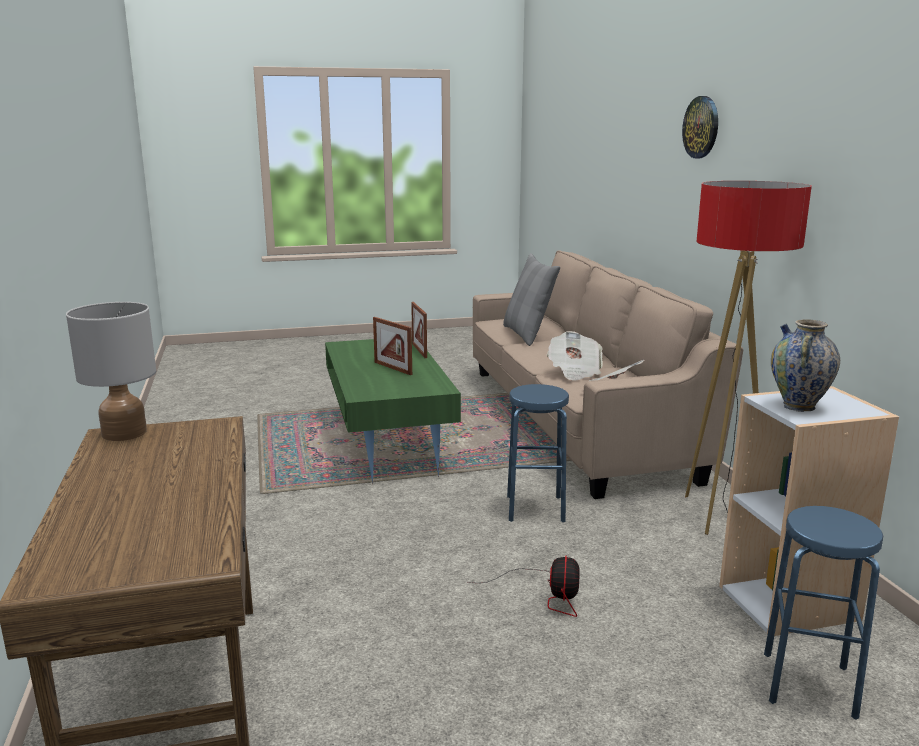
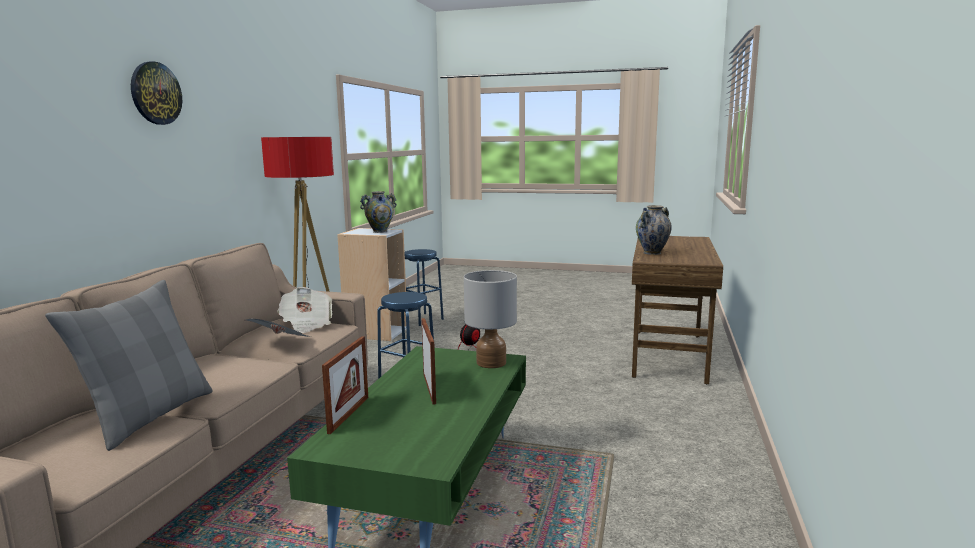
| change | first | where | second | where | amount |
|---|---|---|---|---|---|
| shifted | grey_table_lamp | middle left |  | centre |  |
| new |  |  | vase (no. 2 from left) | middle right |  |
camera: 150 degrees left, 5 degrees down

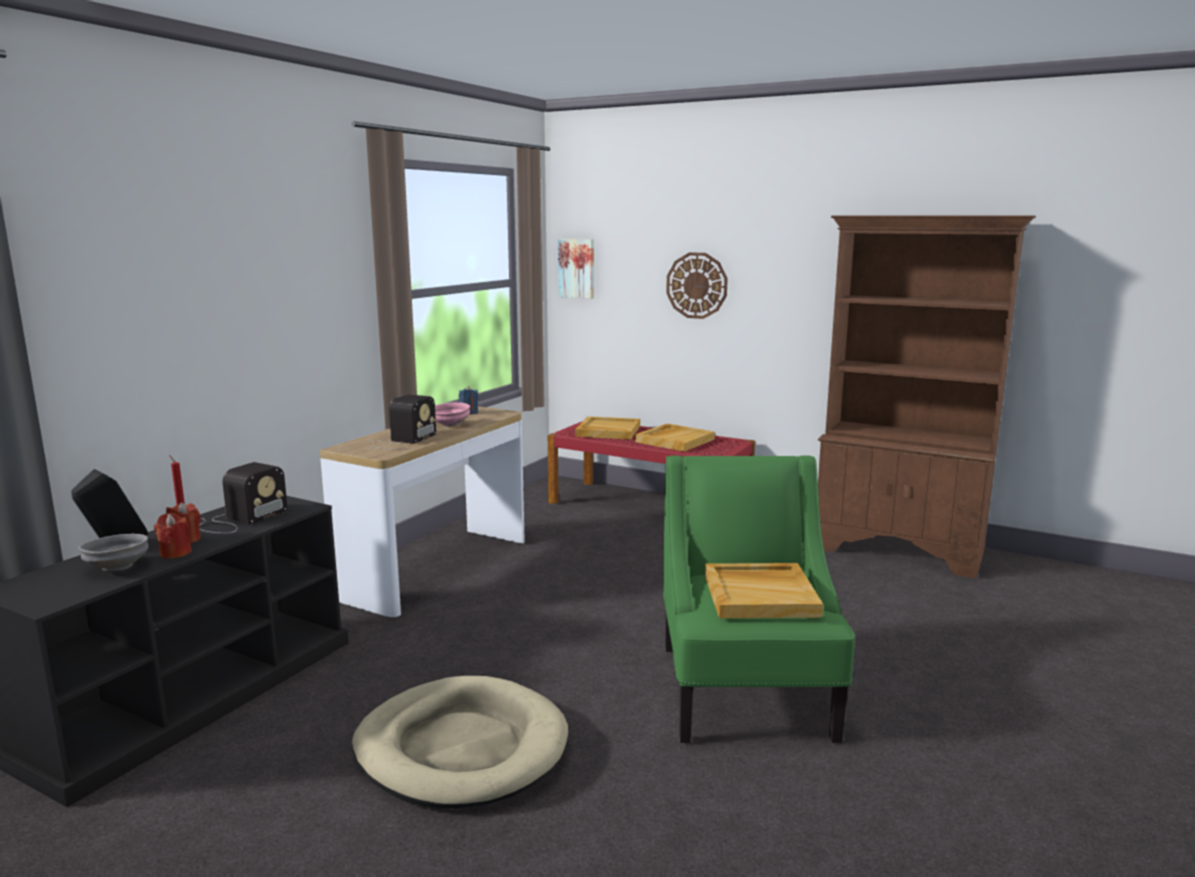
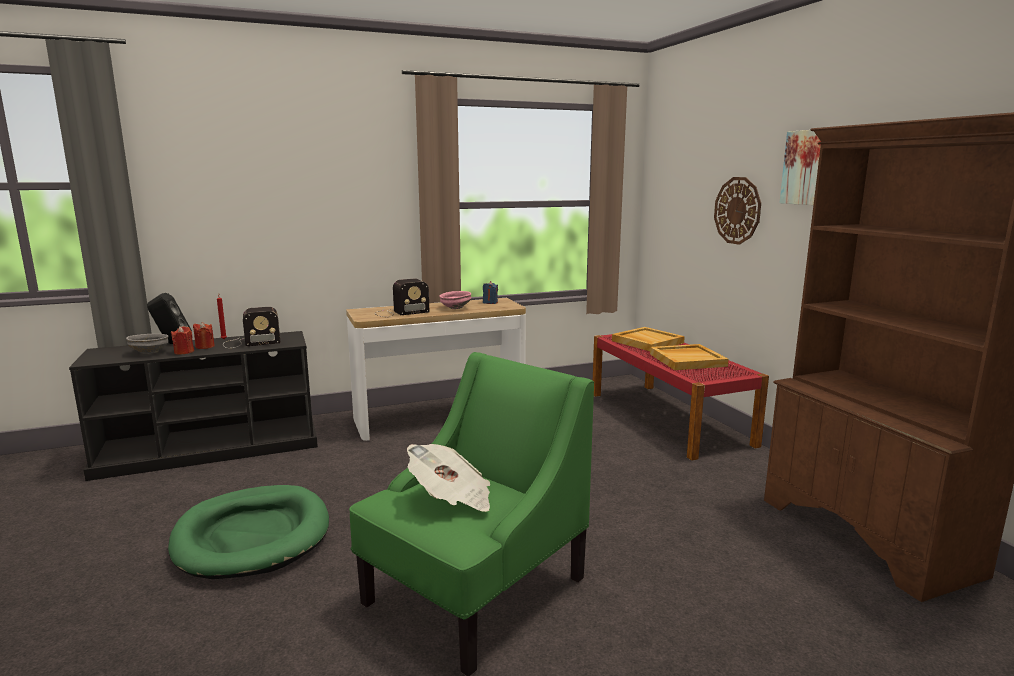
| change | first | where | second | where | amount |
|---|---|---|---|---|---|
| repainted | beige_dog_bed | bottom centre | green_dog_bed | bottom left |  |
| shifted | picture | top centre |  | top right |  |
| swapped | beige_tray (no. 3 from left) | bottom centre | newspaper | bottom centre |  |
camera: 40 degrees right, 0 degrees up

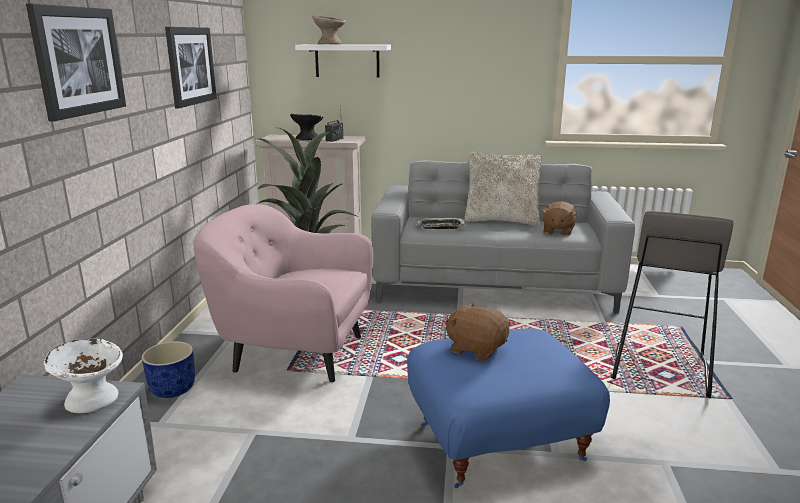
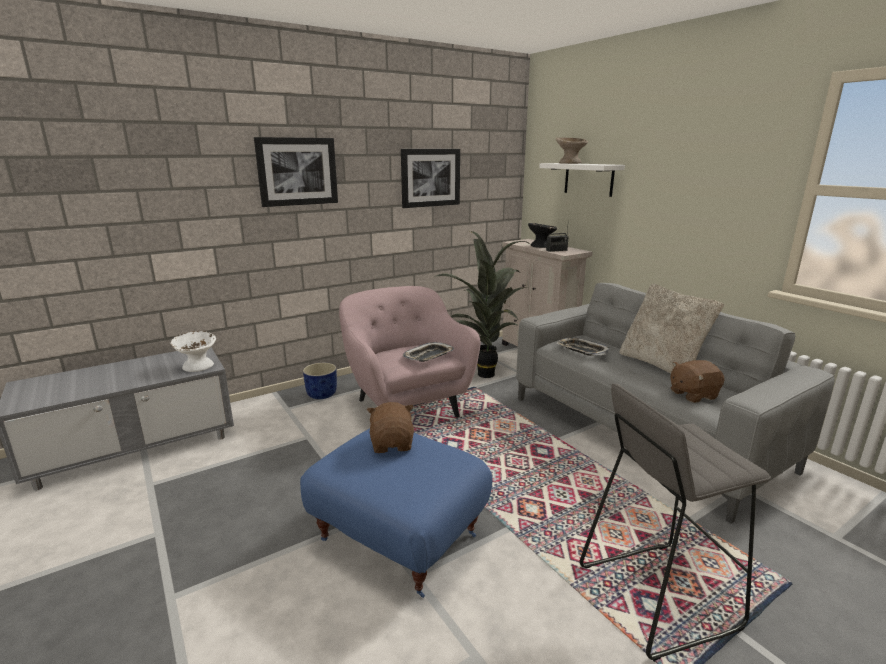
| change | first | where | second | where | amount |
|---|---|---|---|---|---|
| new |  |  | tray (no. 1 from left) | centre |  |
camera: 50 degrees right, 0 degrees up

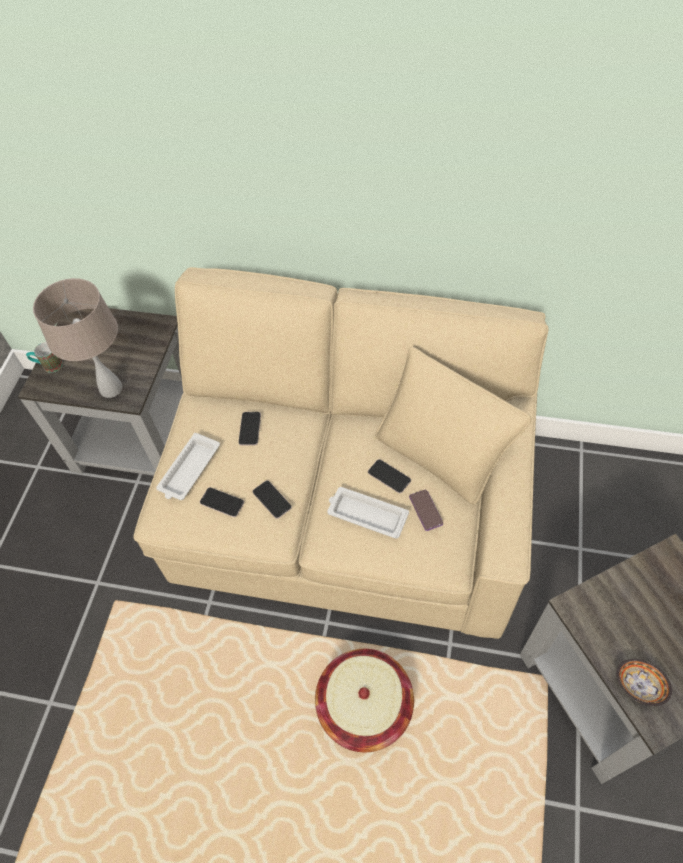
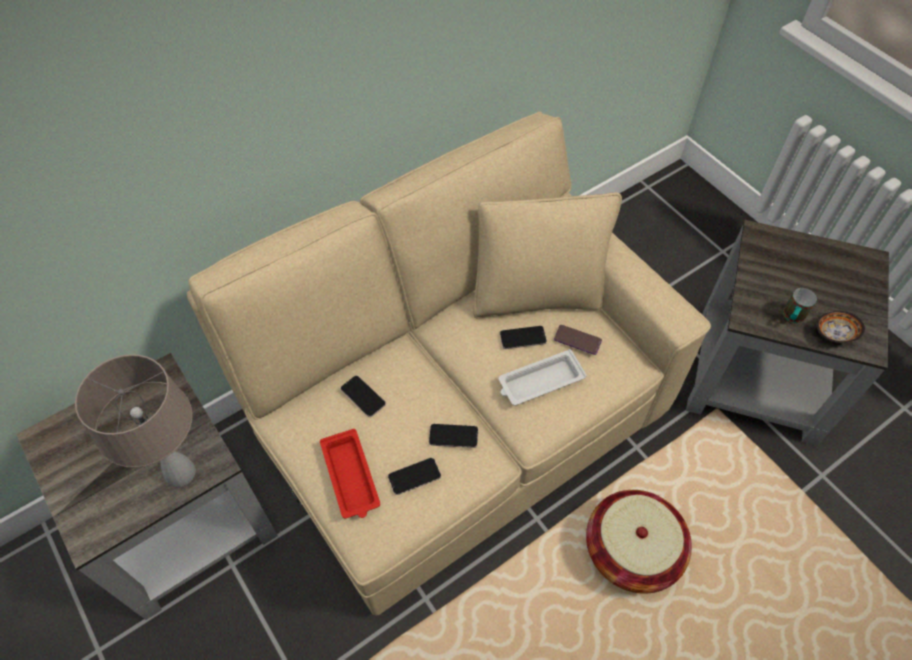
| change | first | where | second | where | amount |
|---|---|---|---|---|---|
| shifted | mug | middle left |  | middle right |  |
| repainted | white_tray (no. 1 from left) | middle left | red_tray | bottom centre |  |
camera: 50 degrees left, 0 degrees up

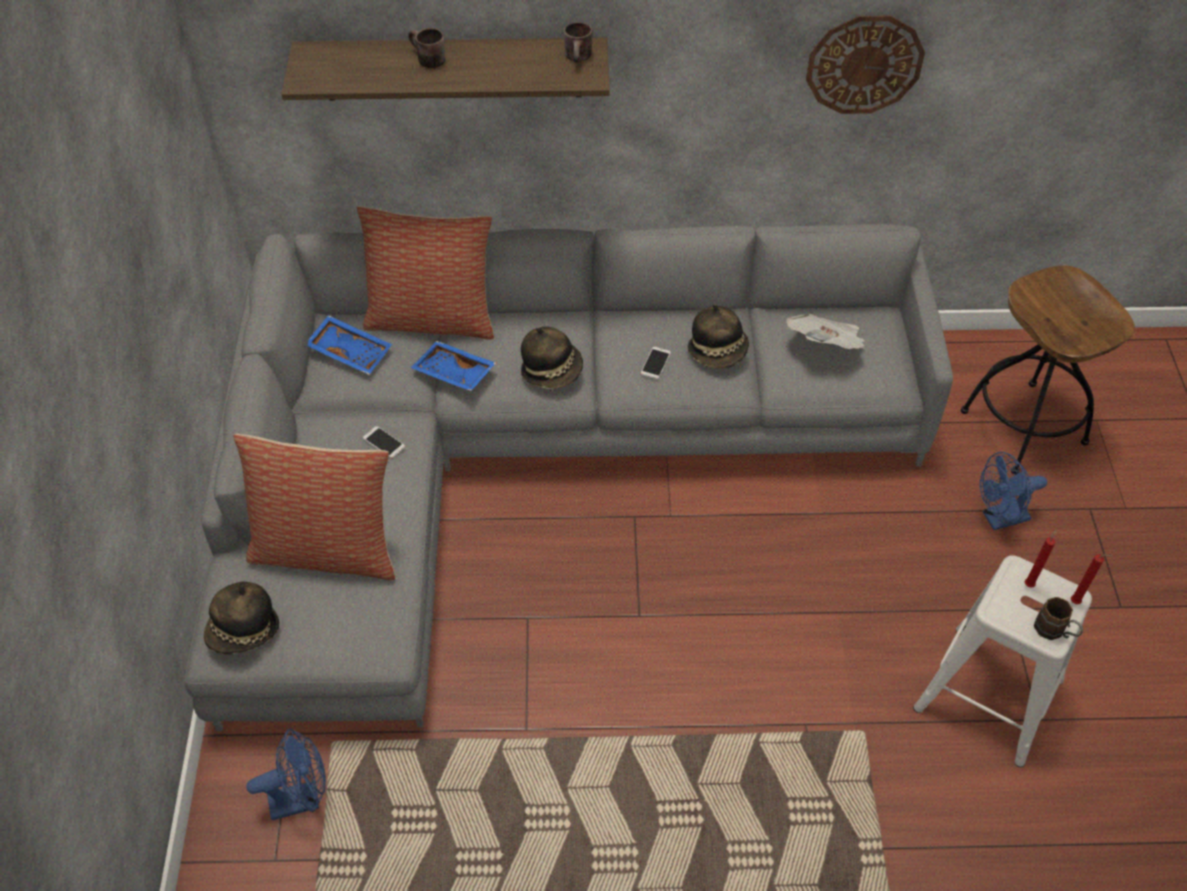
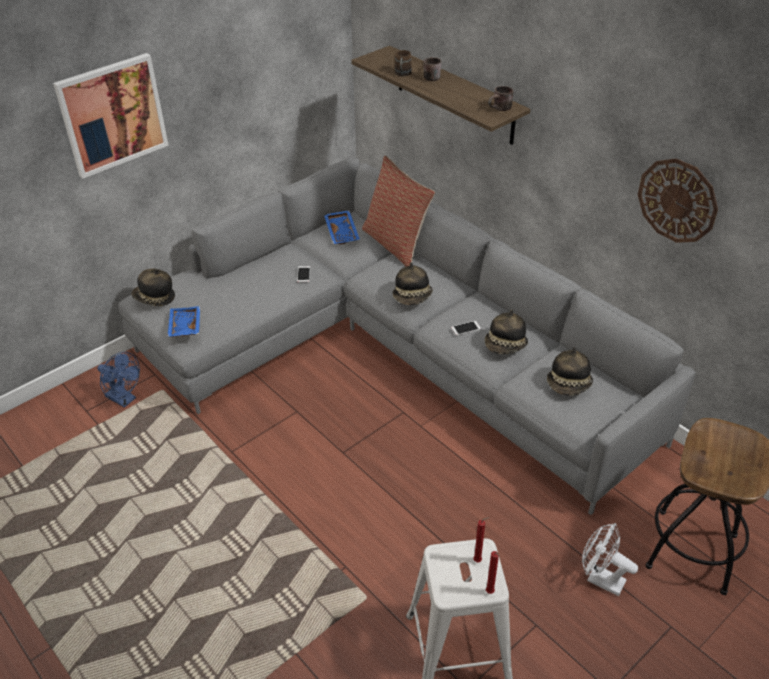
| change | first | where | second | where | amount |
|---|---|---|---|---|---|
| gone | pillow (no. 1 from left) | middle left |  |  |  |
| shifted | blue_tray (no. 2 from left in the first image) | centre | blue_tray (no. 1 from left) | middle left |  |
| swapped | newspaper | middle right | hat (no. 4 from left) | middle right |  |
| repainted | blue_fan (no. 2 from left) | middle right | white_fan | bottom right |  |
| shifted | brown_mug (no. 3 from left in the first image) | bottom right | brown_mug (no. 1 from left) | top centre |  |
| new |  |  | picture | top left |  |
camera: 50 degrees right, 10 degrees down

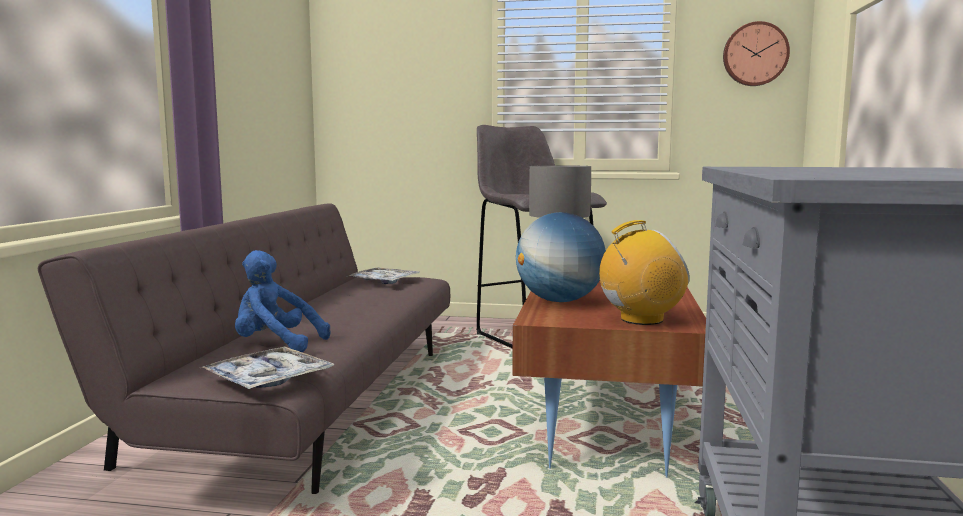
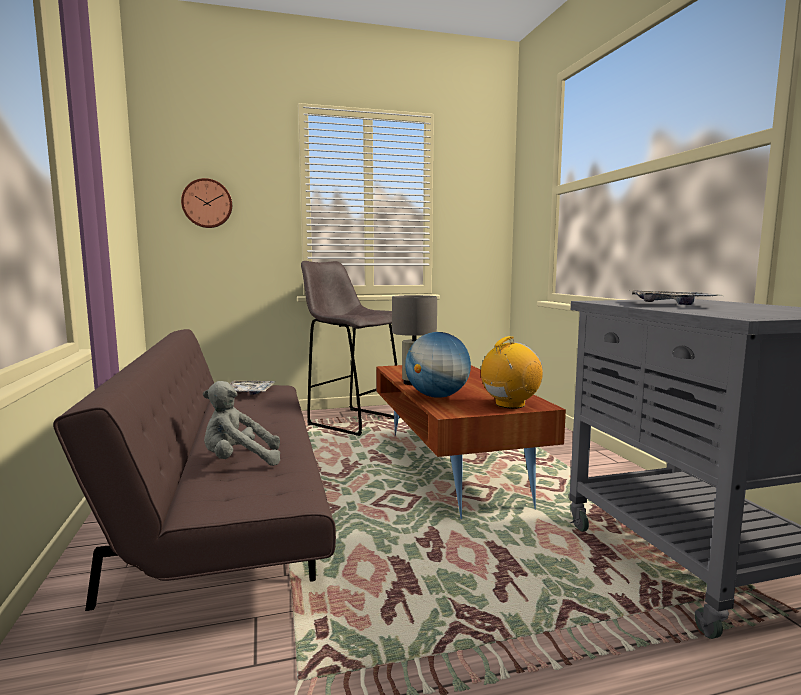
| change | first | where | second | where | amount |
|---|---|---|---|---|---|
| shifted | tray (no. 1 from left in the first image) | bottom left | tray (no. 2 from left) | middle right |  |
| repainted | blue_plush_toy | middle left | grey_plush_toy | middle left |  |
| shifted | wall_clock | top right |  | top left |  |
camera: 25 degrees left, 0 degrees up

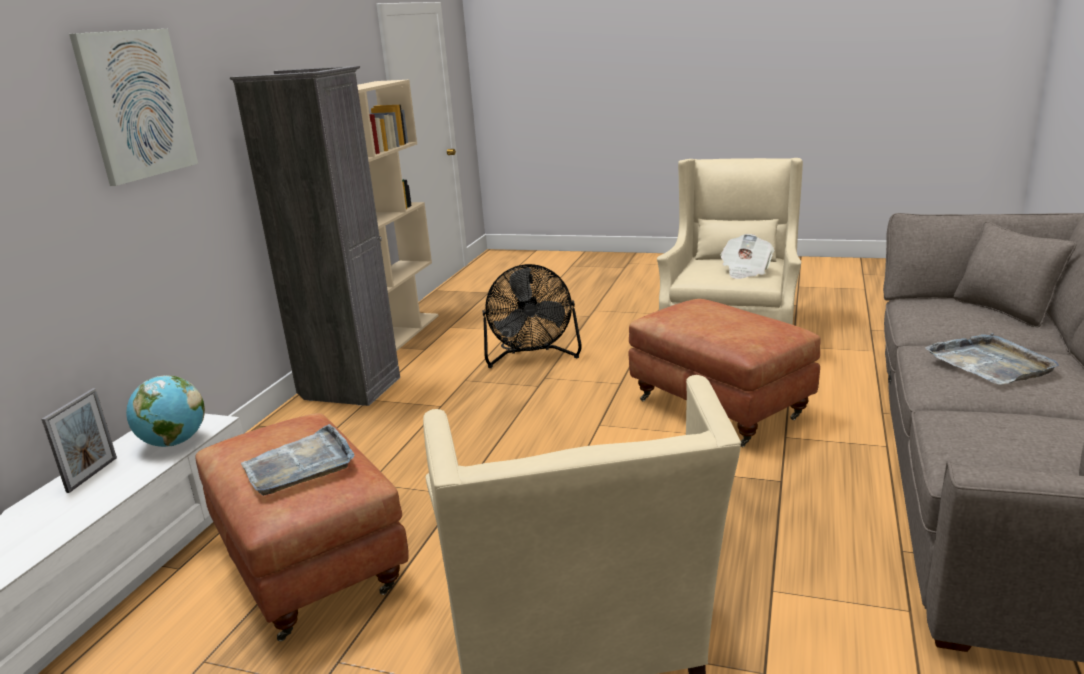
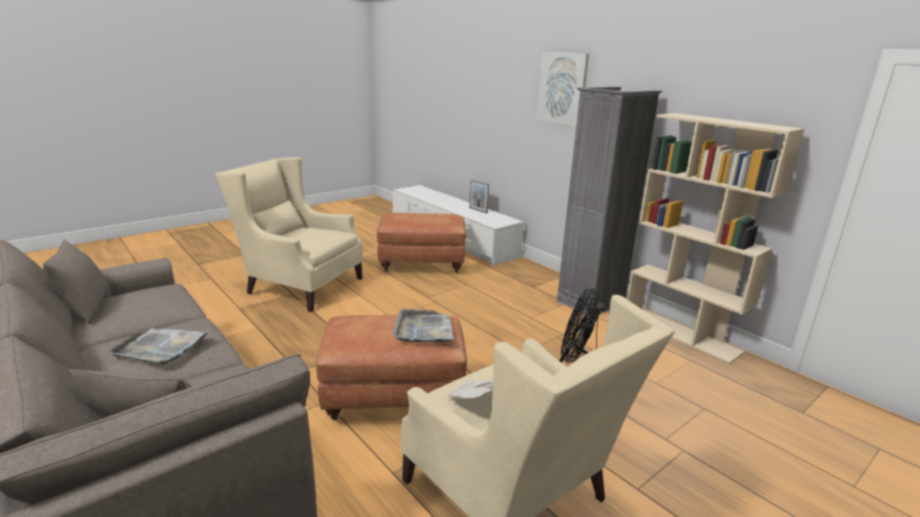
| change | first | where | second | where | amount |
|---|---|---|---|---|---|
| gone | globe | middle left |  |  |  |
| shifted | grey_tray (no. 1 from left in the first image) | bottom left | grey_tray (no. 2 from left) | centre |  |
camera: 120 degrees right, 0 degrees up

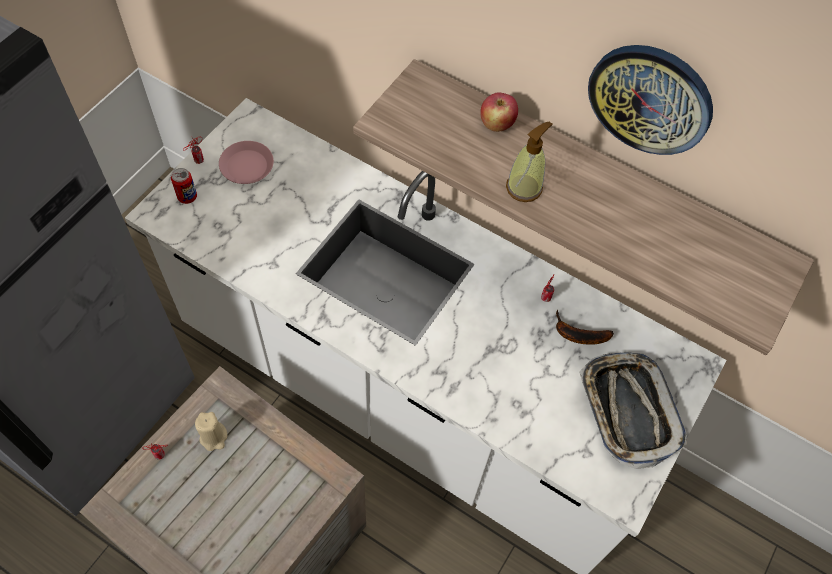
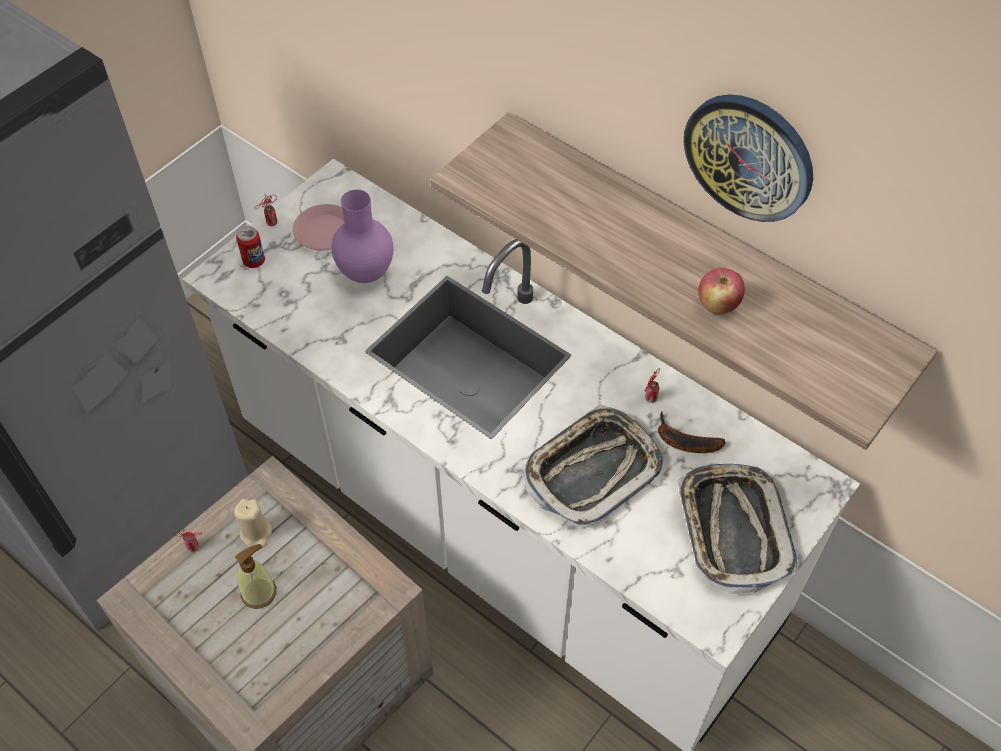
| change | first | where | second | where | amount |
|---|---|---|---|---|---|
| shifted | apple | top centre |  | middle right |  |
| shifted | soap_dispenser | top centre |  | bottom left |  |
| new |  |  | purple_vase | top centre |  |
| new |  |  | tray (no. 1 from left) | centre |  |
camera: 10 degrees right, 5 degrees down

